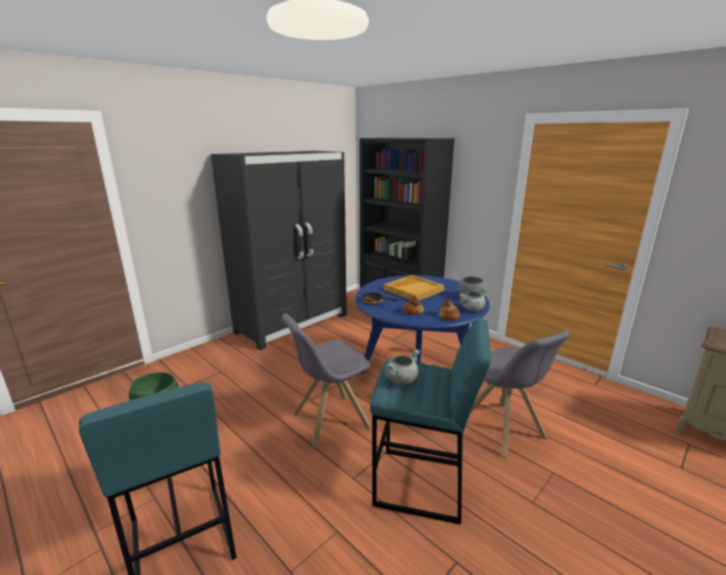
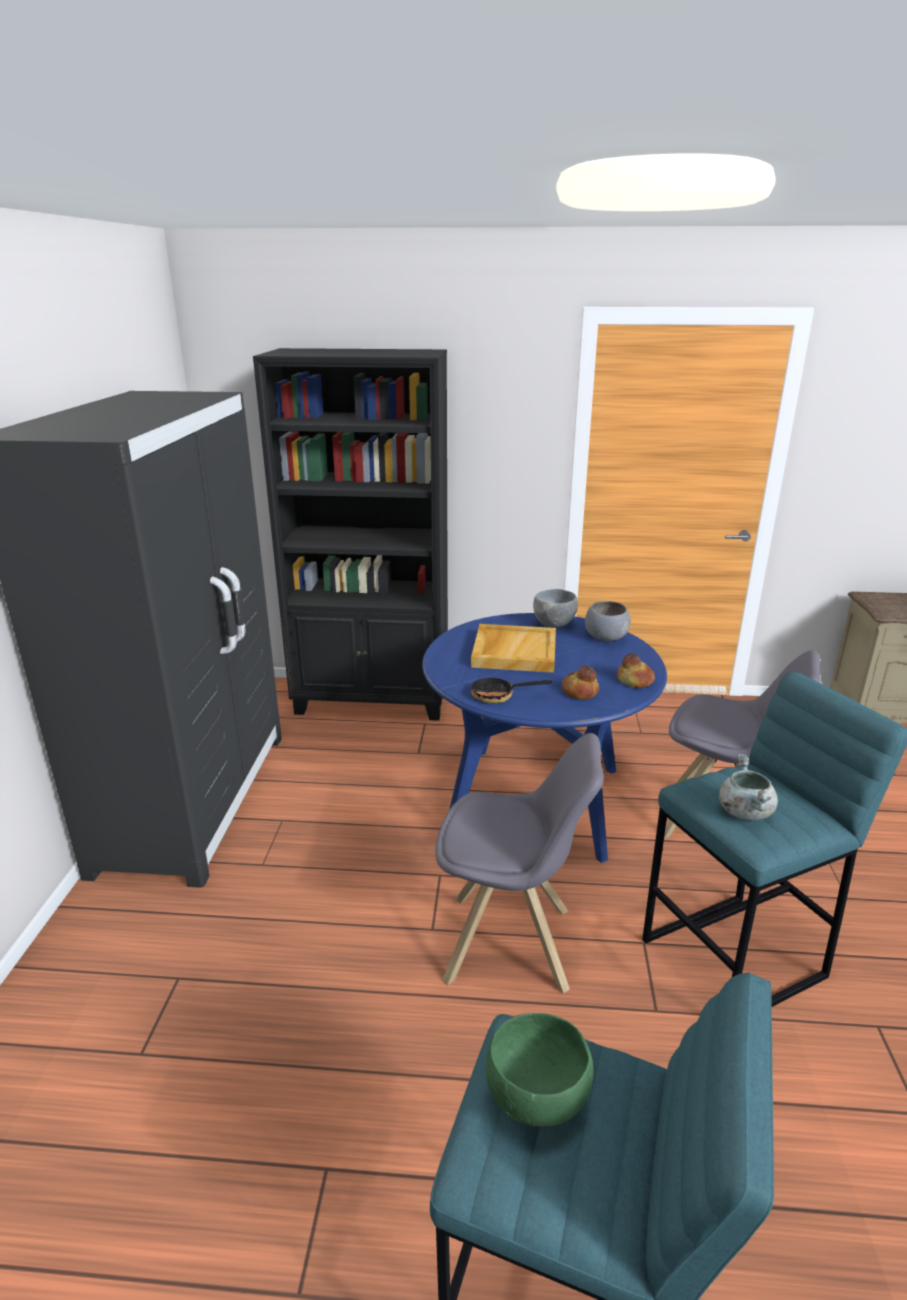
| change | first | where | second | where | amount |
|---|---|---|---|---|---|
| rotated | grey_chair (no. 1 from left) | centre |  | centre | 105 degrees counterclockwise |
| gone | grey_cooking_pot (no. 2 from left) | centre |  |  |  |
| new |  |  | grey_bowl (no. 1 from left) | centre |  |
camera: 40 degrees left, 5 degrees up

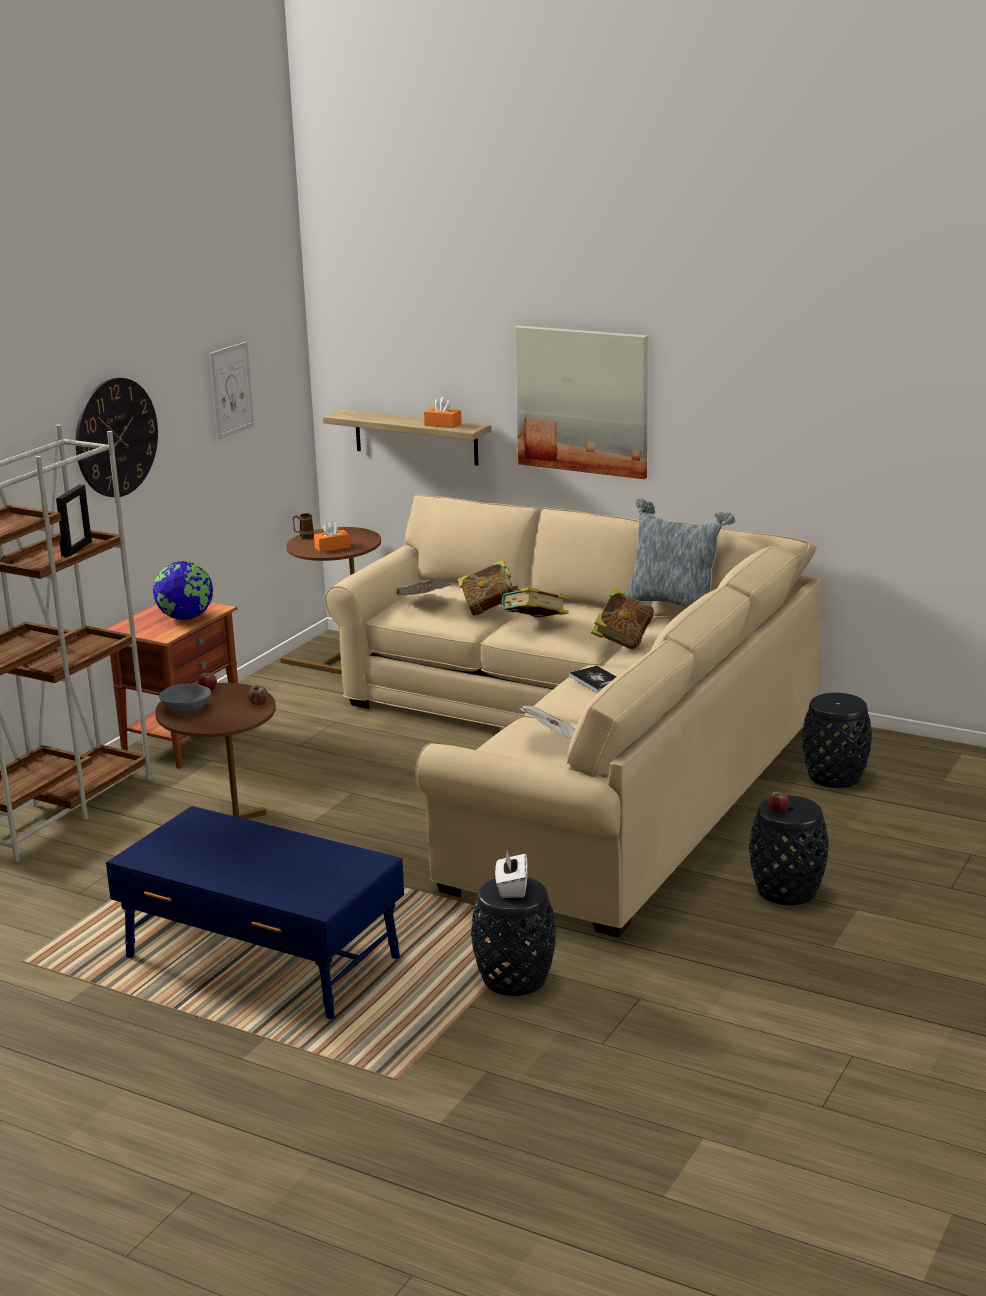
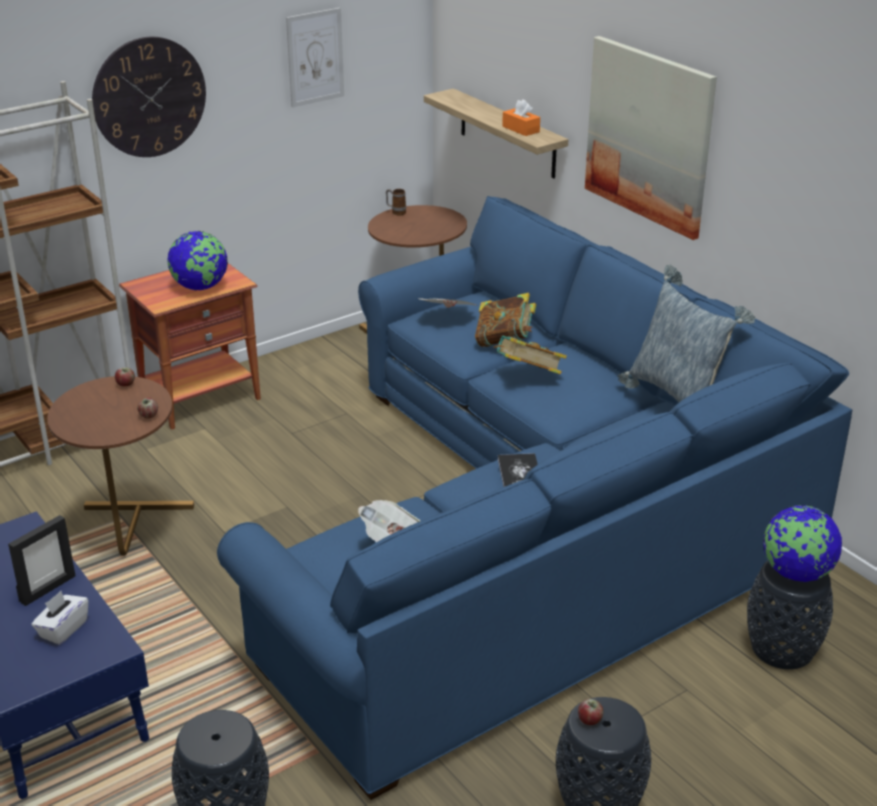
| change | first | where | second | where | amount |
|---|---|---|---|---|---|
| shifted | picture_frame | middle left |  | bottom left |  |
| gone | grey_bowl | middle left |  |  |  |
| gone | orange_tissue_box (no. 1 from left) | centre |  |  |  |
| repainted | beige_sofa | centre | blue_sofa | centre |  |
| shifted | white_tissue_box | bottom centre |  | bottom left |  |
| gone | book (no. 4 from left) | centre |  |  |  |
| new |  |  | globe (no. 2 from left) | bottom right |  |
camera: 25 degrees right, 10 degrees up

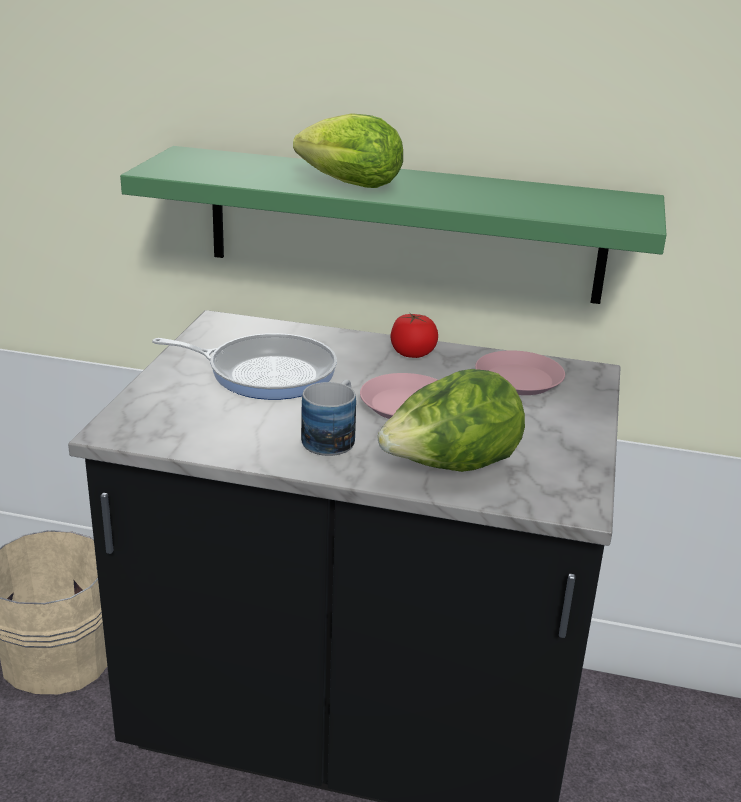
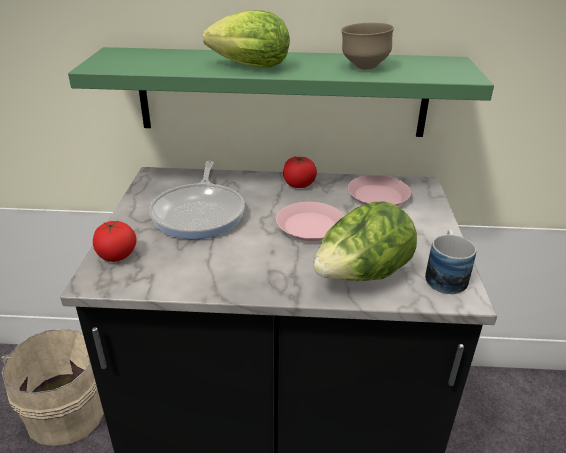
| change | first | where | second | where | amount |
|---|---|---|---|---|---|
| rotated | frying_pan | middle left |  | centre | 90 degrees clockwise |
| shifted | mug | centre |  | middle right |  |
| new |  |  | tomato (no. 1 from left) | middle left |  |
| new |  |  | brown_bowl | top centre |  |
camera: 10 degrees left, 5 degrees up

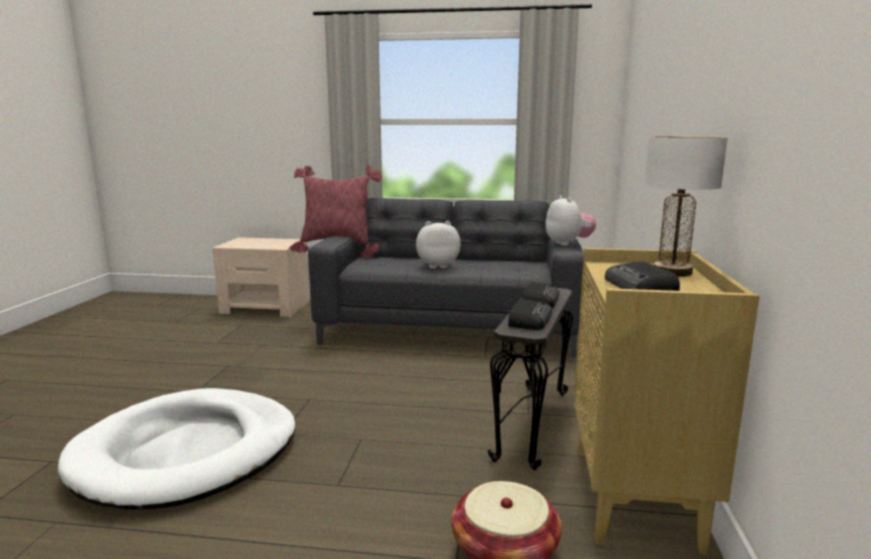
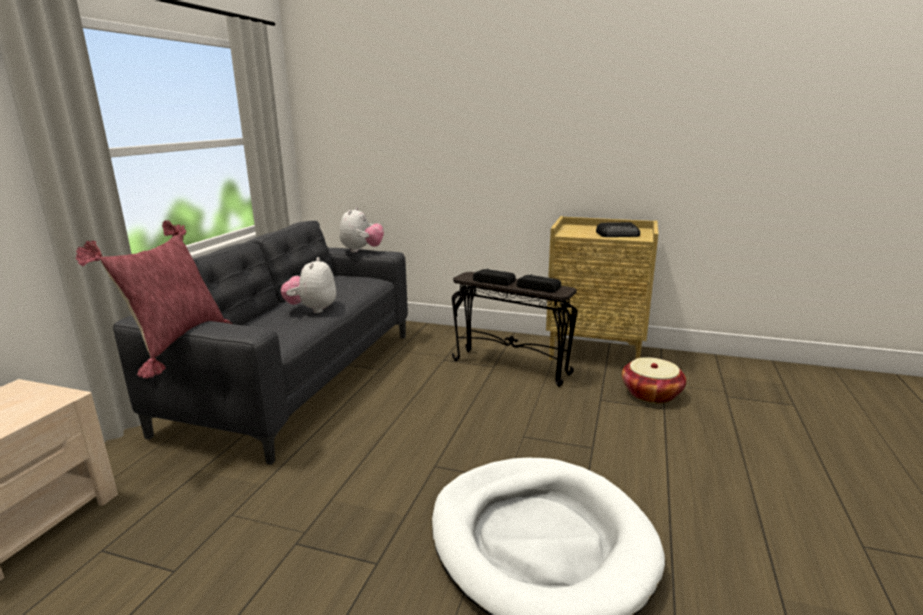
| change | first | where | second | where | amount |
|---|---|---|---|---|---|
| rotated | plush_toy (no. 2 from left) | centre |  | centre | 105 degrees clockwise |
| gone | table_lamp | middle right |  |  |  |
camera: 80 degrees left, 5 degrees up

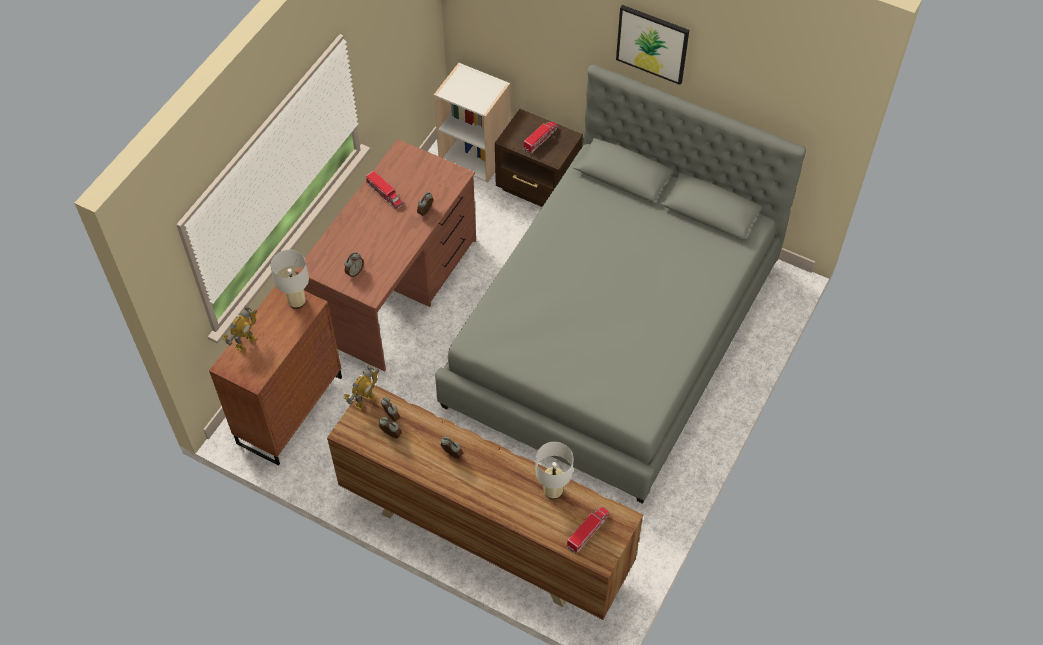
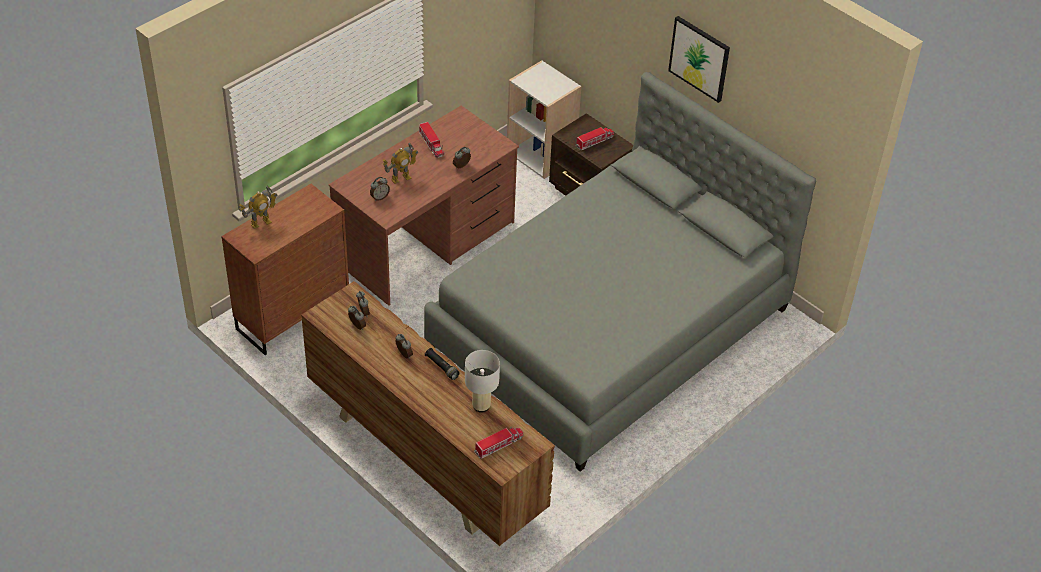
| change | first | where | second | where | amount |
|---|---|---|---|---|---|
| gone | white_table_lamp (no. 1 from left) | middle left |  |  |  |
| shifted | toy_robot (no. 2 from left) | centre |  | top centre |  |
| new |  |  | black_flashlight | centre |  |
camera: 15 degrees right, 10 degrees down

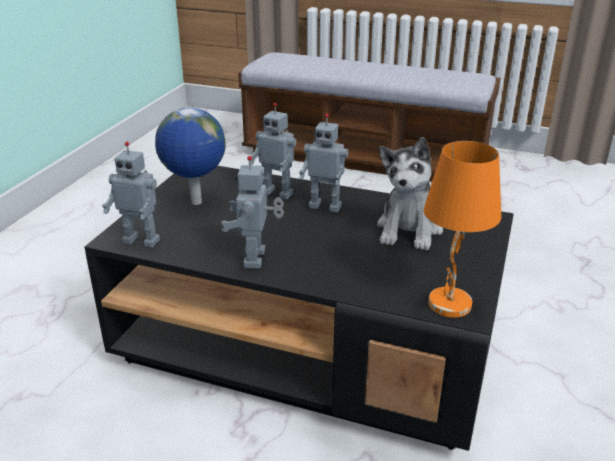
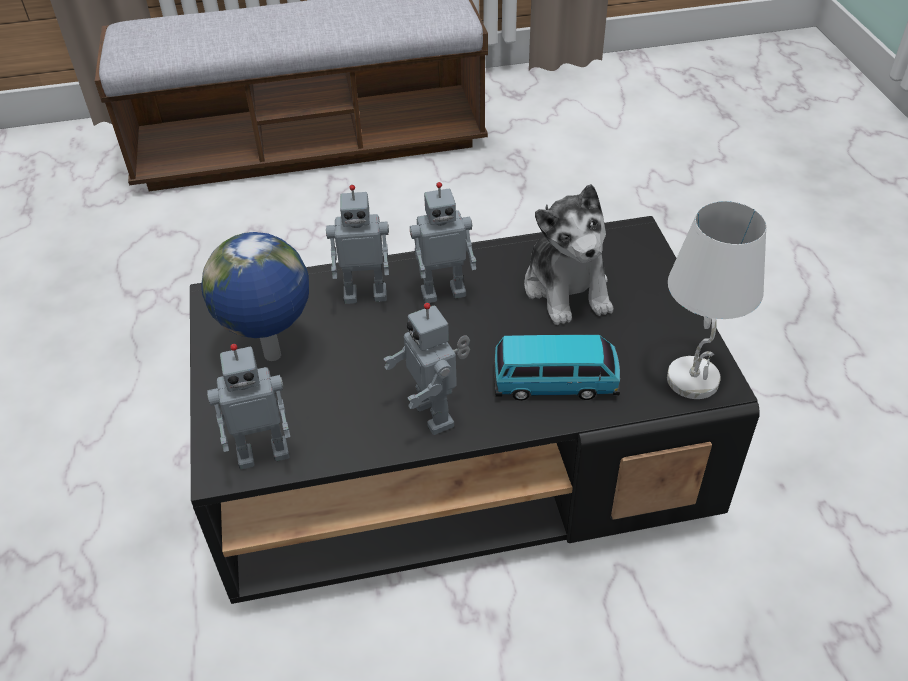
| change | first | where | second | where | amount |
|---|---|---|---|---|---|
| repainted | orange_table_lamp | middle right | white_table_lamp | middle right |  |
| new |  |  | toy_car | centre |  |
camera: 30 degrees left, 15 degrees up

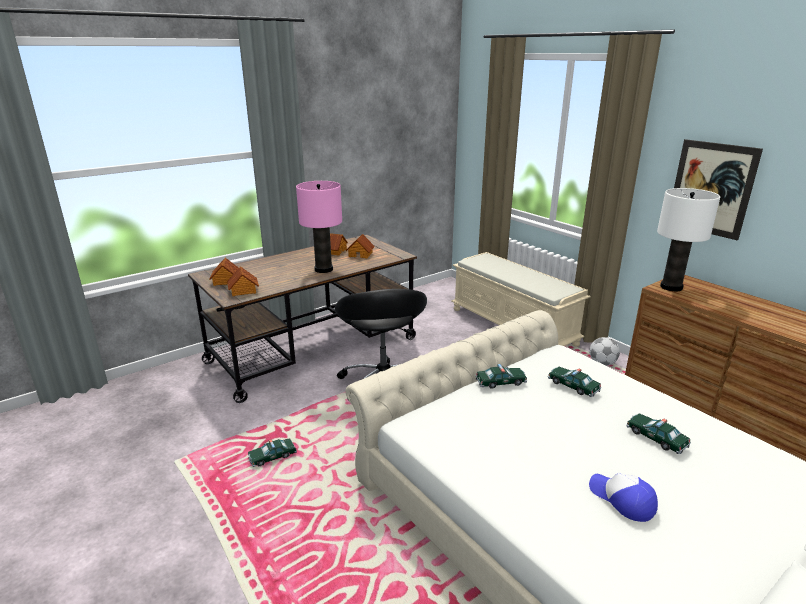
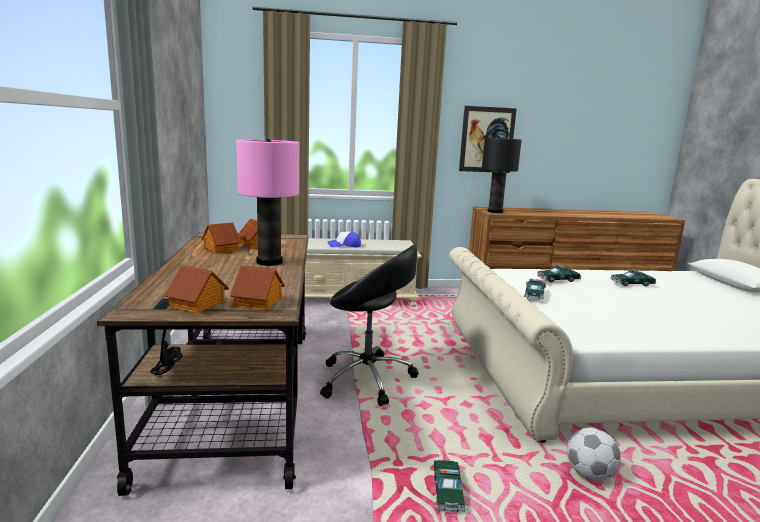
| change | first | where | second | where | amount |
|---|---|---|---|---|---|
| shifted | football | middle right |  | bottom right |  |
| shifted | cap | bottom right |  | centre |  |
| repainted | white_table_lamp | middle right | black_table_lamp | centre |  |
camera: 60 degrees left, 10 degrees down

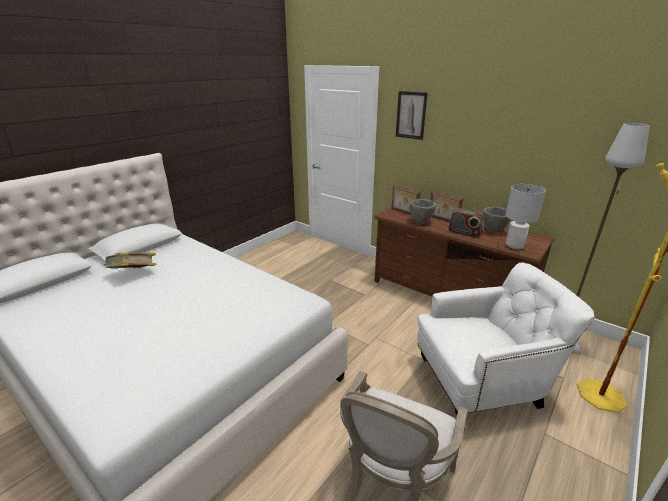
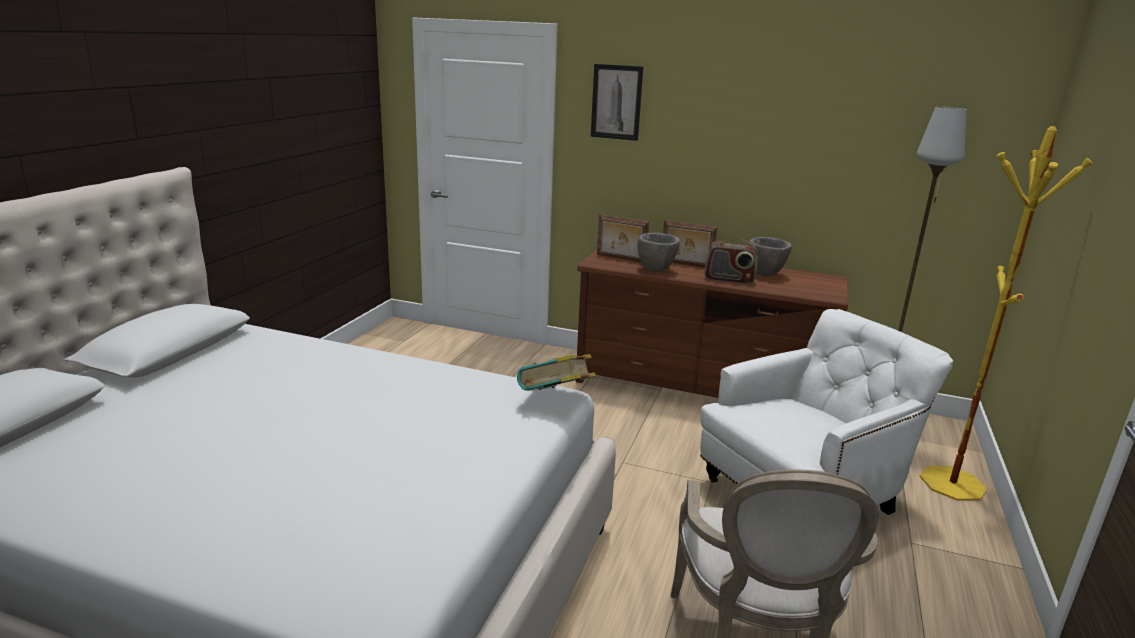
| change | first | where | second | where | amount |
|---|---|---|---|---|---|
| shifted | book | middle left |  | centre |  |
| gone | grey_table_lamp | middle right |  |  |  |
camera: 20 degrees left, 5 degrees down

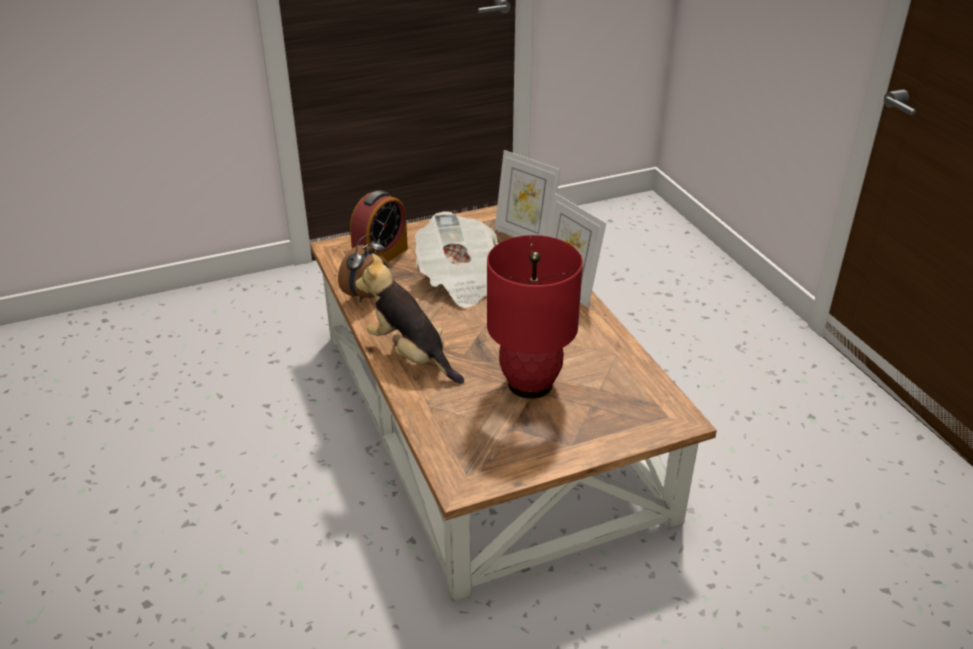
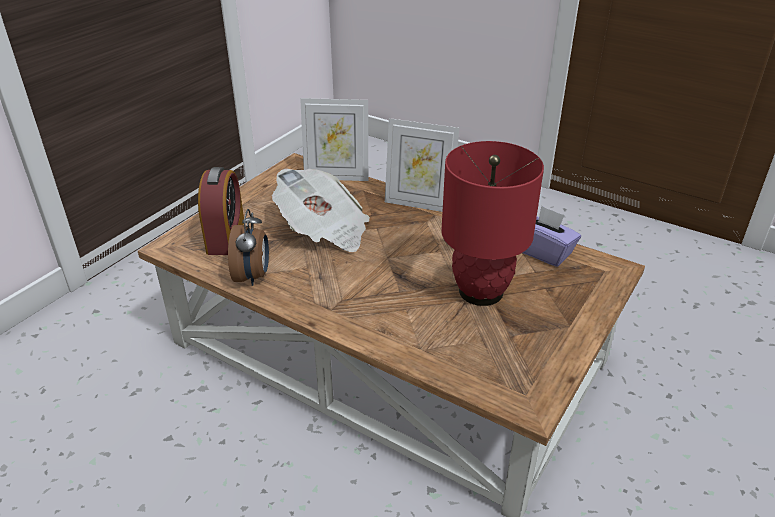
| change | first | where | second | where | amount |
|---|---|---|---|---|---|
| gone | plush_toy | centre |  |  |  |
| new |  |  | purple_tissue_box | middle right |  |
camera: 35 degrees left, 0 degrees up

